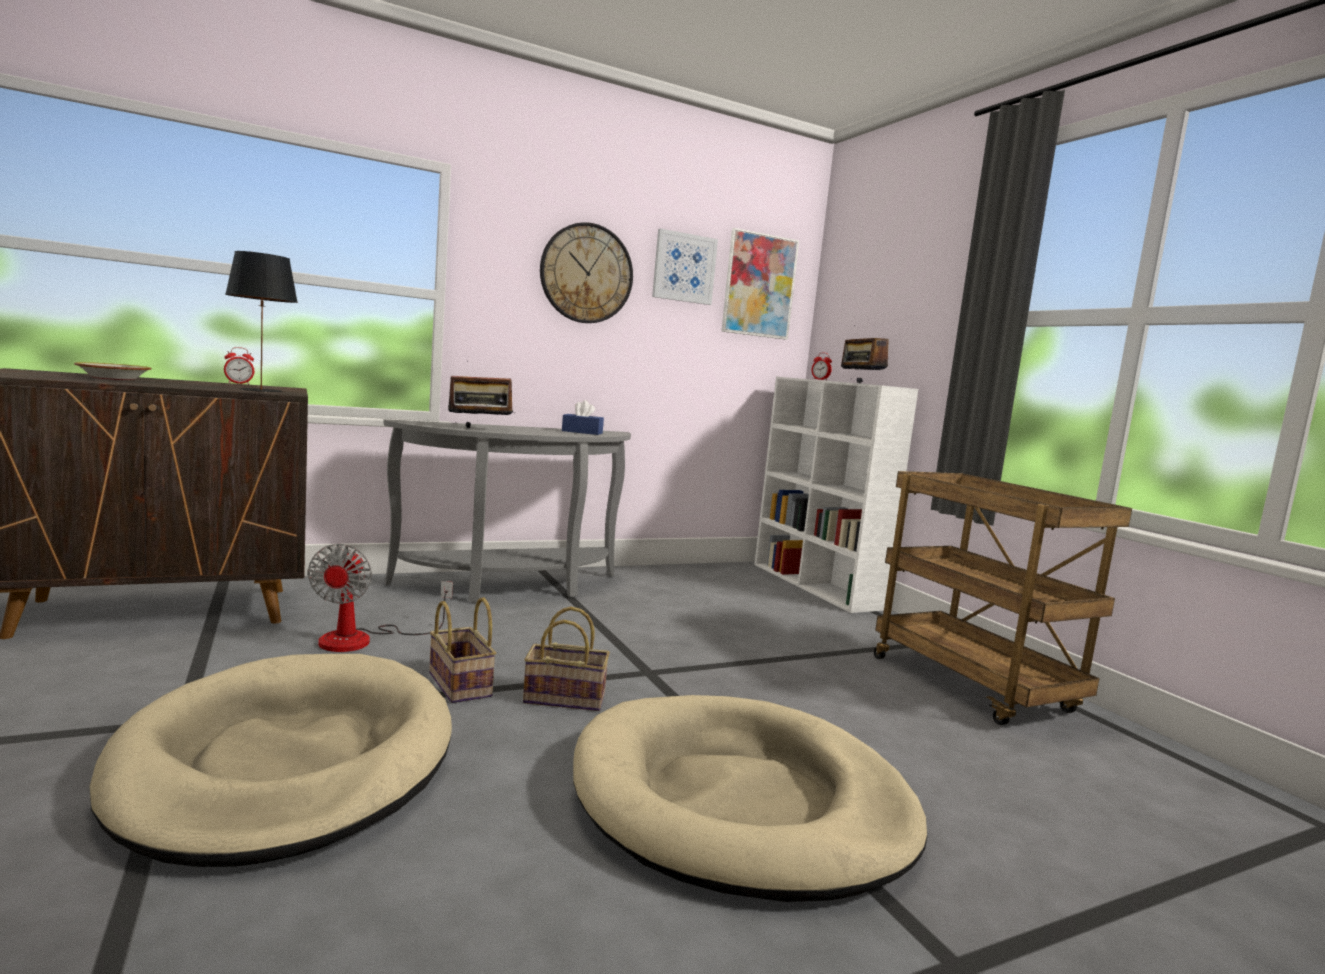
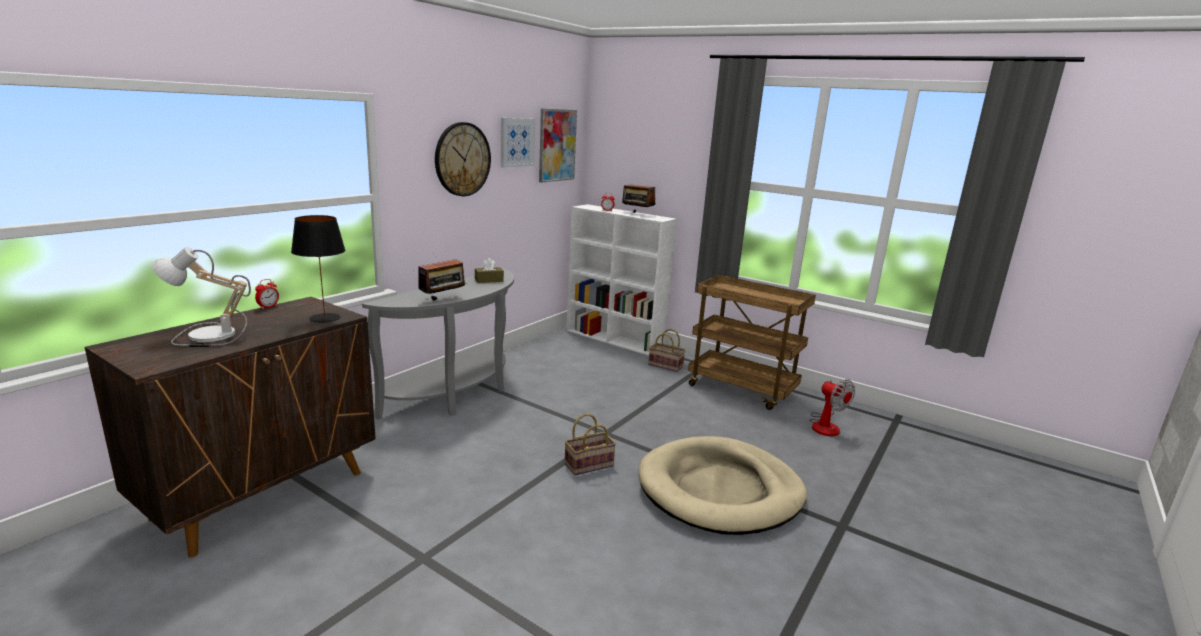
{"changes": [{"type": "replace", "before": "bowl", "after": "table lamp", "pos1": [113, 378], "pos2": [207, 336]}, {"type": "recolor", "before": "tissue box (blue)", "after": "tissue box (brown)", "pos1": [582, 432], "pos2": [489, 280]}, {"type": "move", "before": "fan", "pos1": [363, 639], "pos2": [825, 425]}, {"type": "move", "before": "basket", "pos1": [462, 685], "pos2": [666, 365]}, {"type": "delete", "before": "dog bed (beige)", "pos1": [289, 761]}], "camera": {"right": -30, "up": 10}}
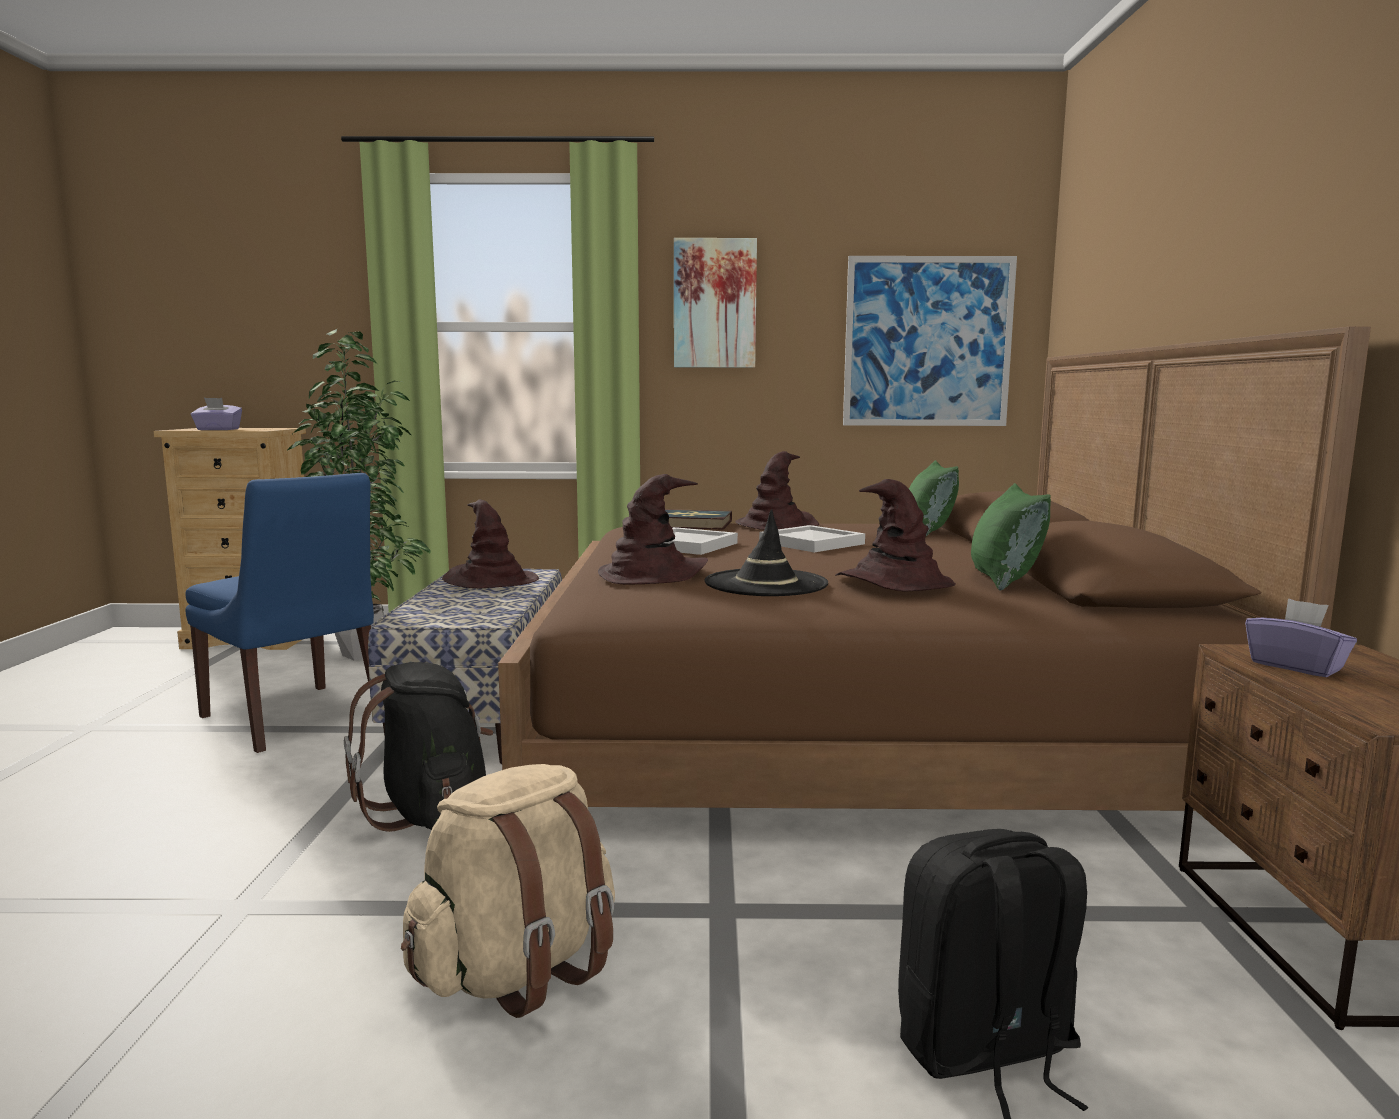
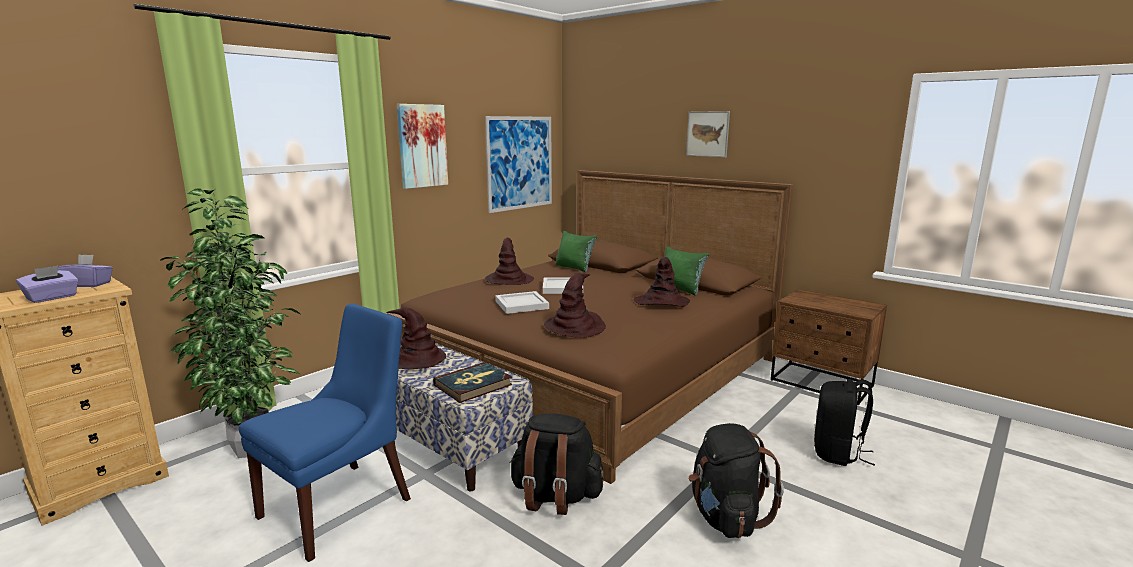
{"changes": [{"type": "rotate", "before": "chair (blue)", "pos1": [296, 719], "pos2": [340, 505], "turn": -45}, {"type": "move", "before": "book", "pos1": [692, 524], "pos2": [473, 385]}, {"type": "delete", "before": "hat (black)", "pos1": [766, 583]}, {"type": "move", "before": "tissue box (purple)", "pos1": [1296, 666], "pos2": [89, 284]}, {"type": "recolor", "before": "backpack (beige)", "after": "backpack (black)", "pos1": [518, 969], "pos2": [726, 517]}, {"type": "insert", "after": "picture", "pos2": [707, 134]}], "camera": {"right": -50, "up": 5}}
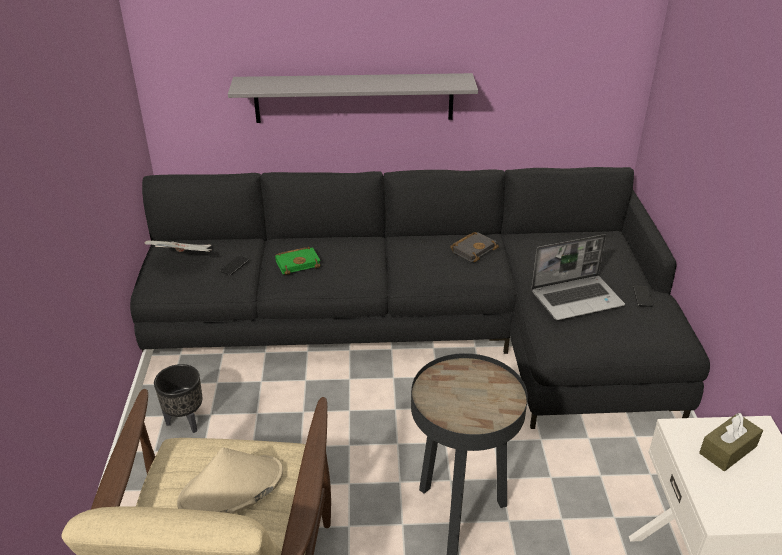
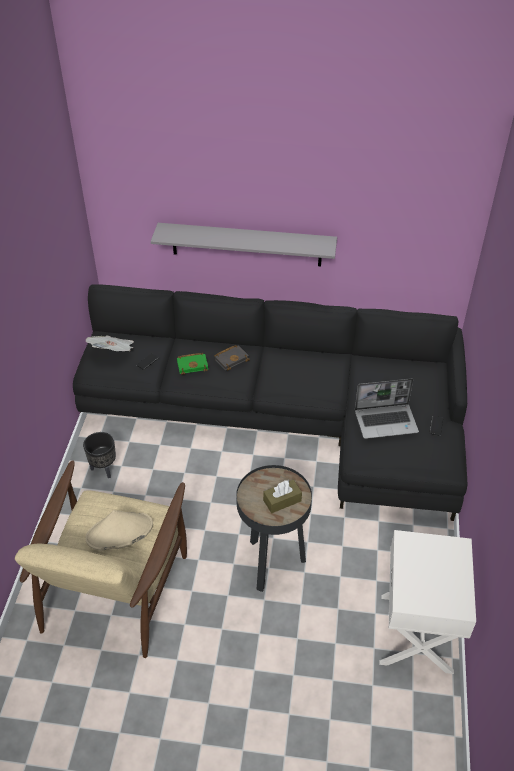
{"changes": [{"type": "move", "before": "book (black)", "pos1": [473, 249], "pos2": [231, 358]}, {"type": "move", "before": "tissue box (brown)", "pos1": [728, 450], "pos2": [282, 500]}], "camera": {"right": 10, "up": 10}}
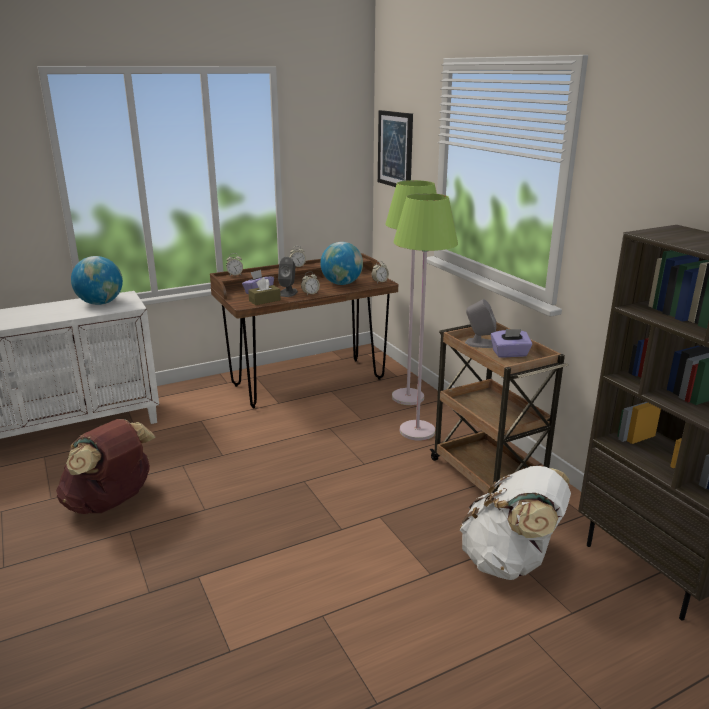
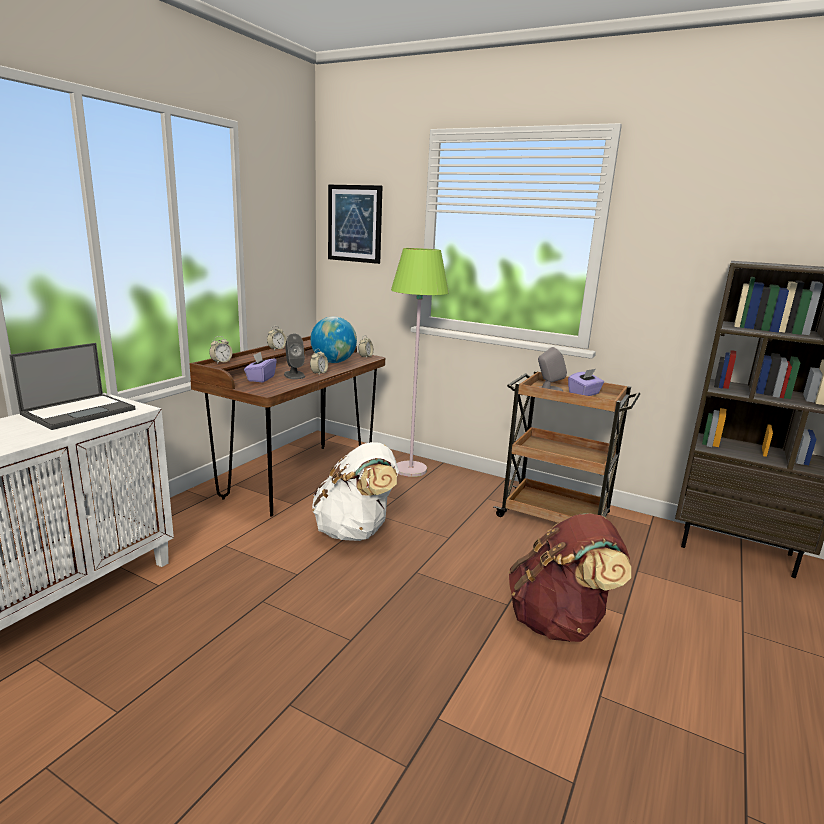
{"changes": [{"type": "delete", "before": "floor lamp (green)", "pos1": [417, 431]}, {"type": "replace", "before": "globe", "after": "laptop", "pos1": [100, 303], "pos2": [80, 411]}, {"type": "delete", "before": "tissue box (brown)", "pos1": [264, 300]}, {"type": "move", "before": "backpack (brown)", "pos1": [111, 503], "pos2": [559, 622]}, {"type": "move", "before": "backpack (white)", "pos1": [510, 561], "pos2": [355, 531]}], "camera": {"right": -35, "up": -5}}
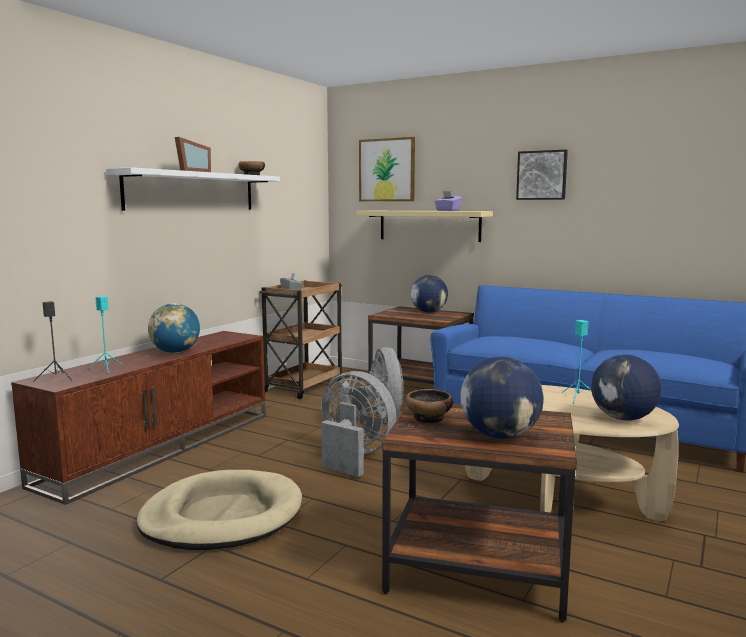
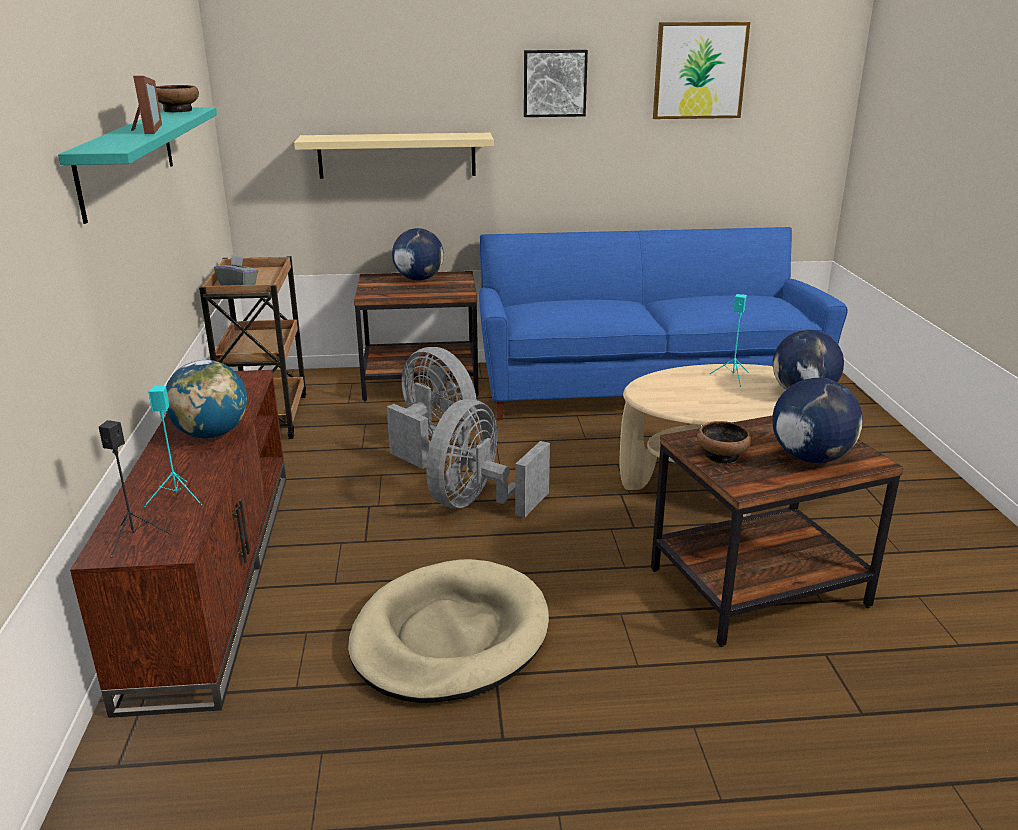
{"changes": [{"type": "move", "before": "picture", "pos1": [387, 170], "pos2": [699, 71]}, {"type": "recolor", "before": "shelf (white)", "after": "shelf (turquoise)", "pos1": [192, 191], "pos2": [128, 159]}, {"type": "delete", "before": "tissue box (purple)", "pos1": [447, 210]}, {"type": "rotate", "before": "fan (grey)", "pos1": [354, 456], "pos2": [479, 503], "turn": -60}], "camera": {"right": -35, "up": 15}}
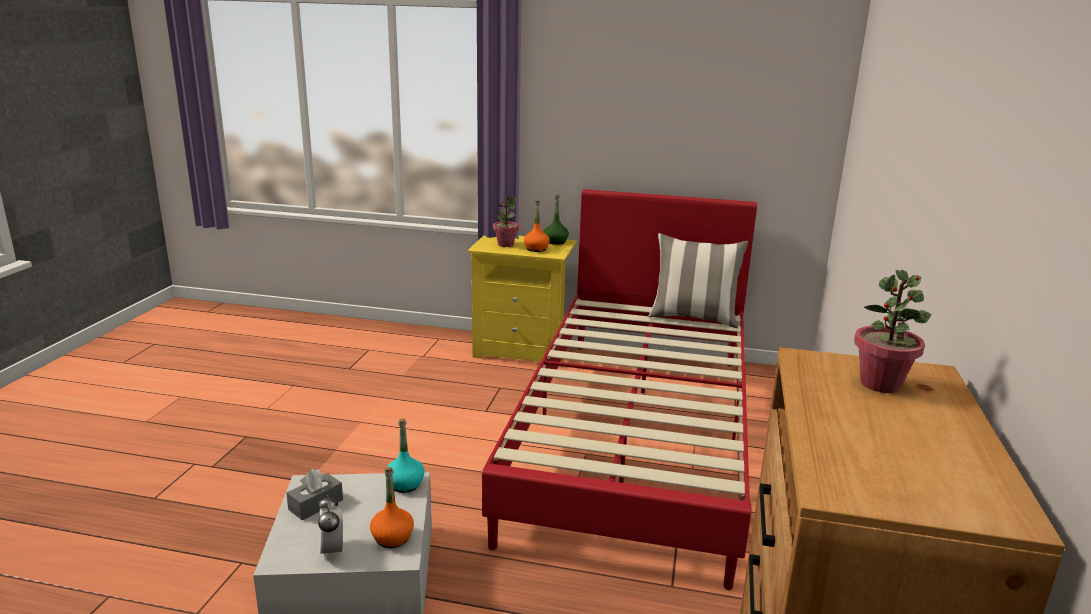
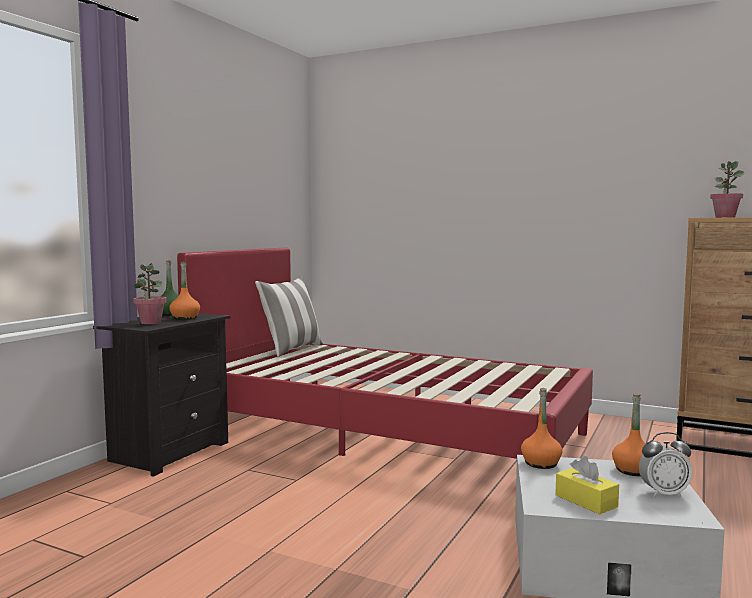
{"changes": [{"type": "recolor", "before": "nightstand (yellow)", "after": "nightstand (black)", "pos1": [522, 350], "pos2": [167, 452]}, {"type": "recolor", "before": "bottle (turquoise)", "after": "bottle (orange)", "pos1": [405, 484], "pos2": [541, 463]}, {"type": "recolor", "before": "tissue box (grey)", "after": "tissue box (yellow)", "pos1": [316, 505], "pos2": [586, 501]}], "camera": {"right": -75, "up": -15}}
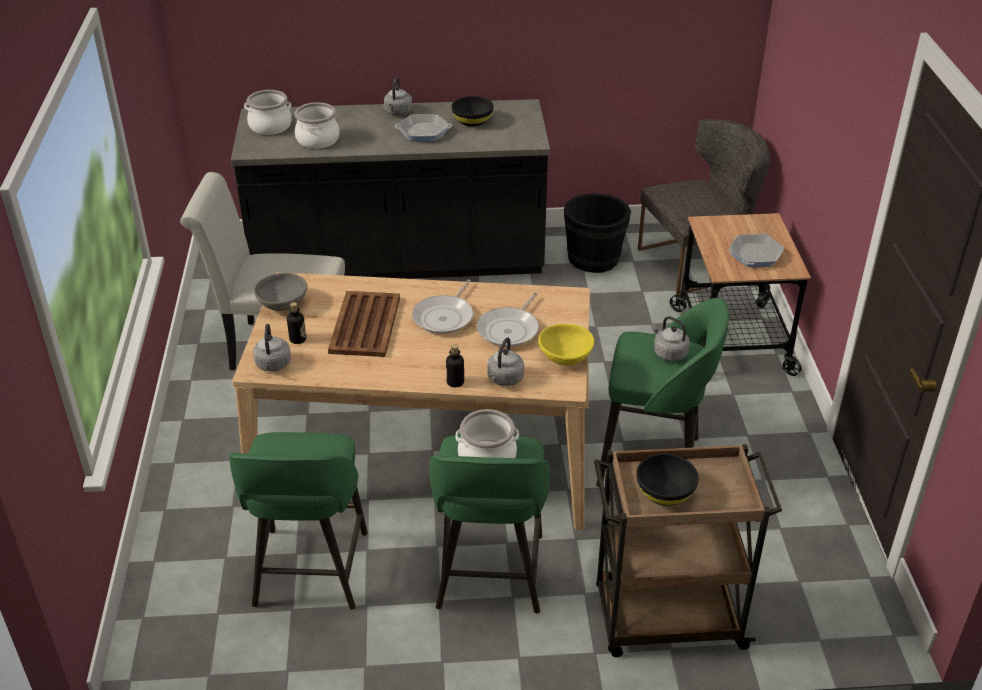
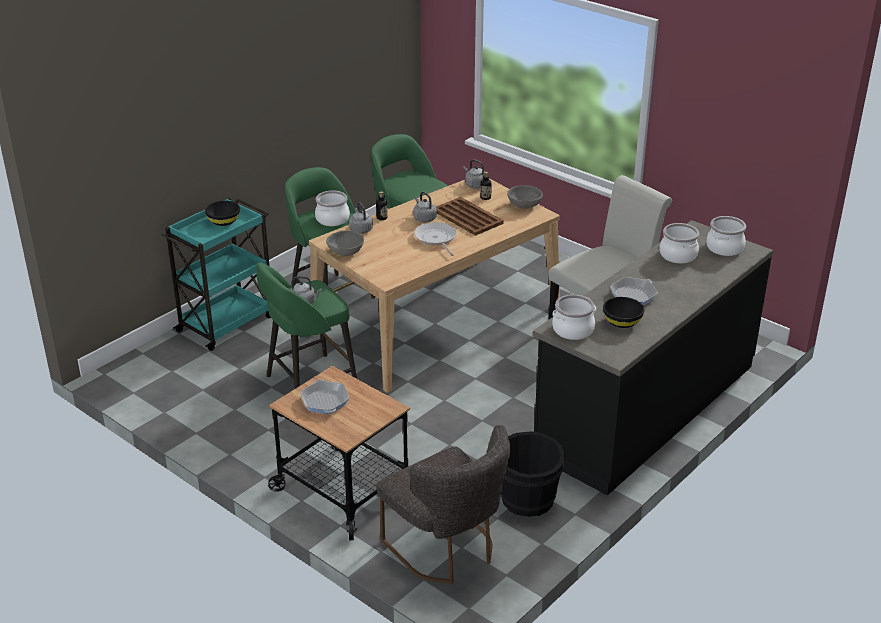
{"changes": [{"type": "move", "before": "kettle (grey)", "pos1": [398, 112], "pos2": [424, 218]}, {"type": "rotate", "before": "chair (grey)", "pos1": [697, 262], "pos2": [447, 550], "turn": -60}, {"type": "delete", "before": "frying pan", "pos1": [510, 329]}, {"type": "recolor", "before": "bowl (yellow)", "after": "bowl (grey)", "pos1": [565, 357], "pos2": [345, 252]}, {"type": "recolor", "before": "cart (brown)", "after": "cart (turquoise)", "pos1": [666, 619], "pos2": [227, 323]}, {"type": "insert", "after": "cooking pot", "pos2": [572, 329]}], "camera": {"right": 135, "up": -5}}
